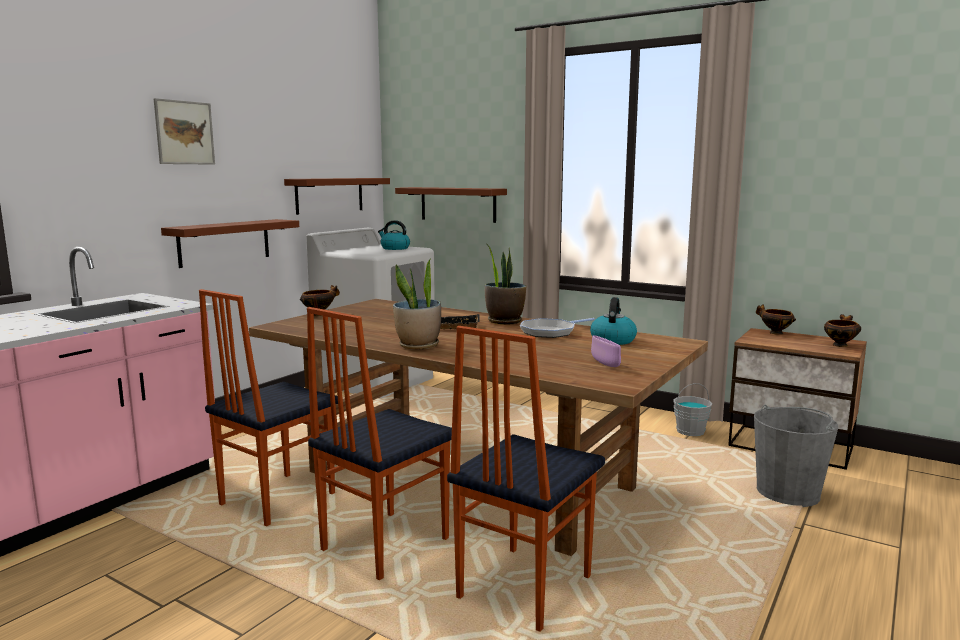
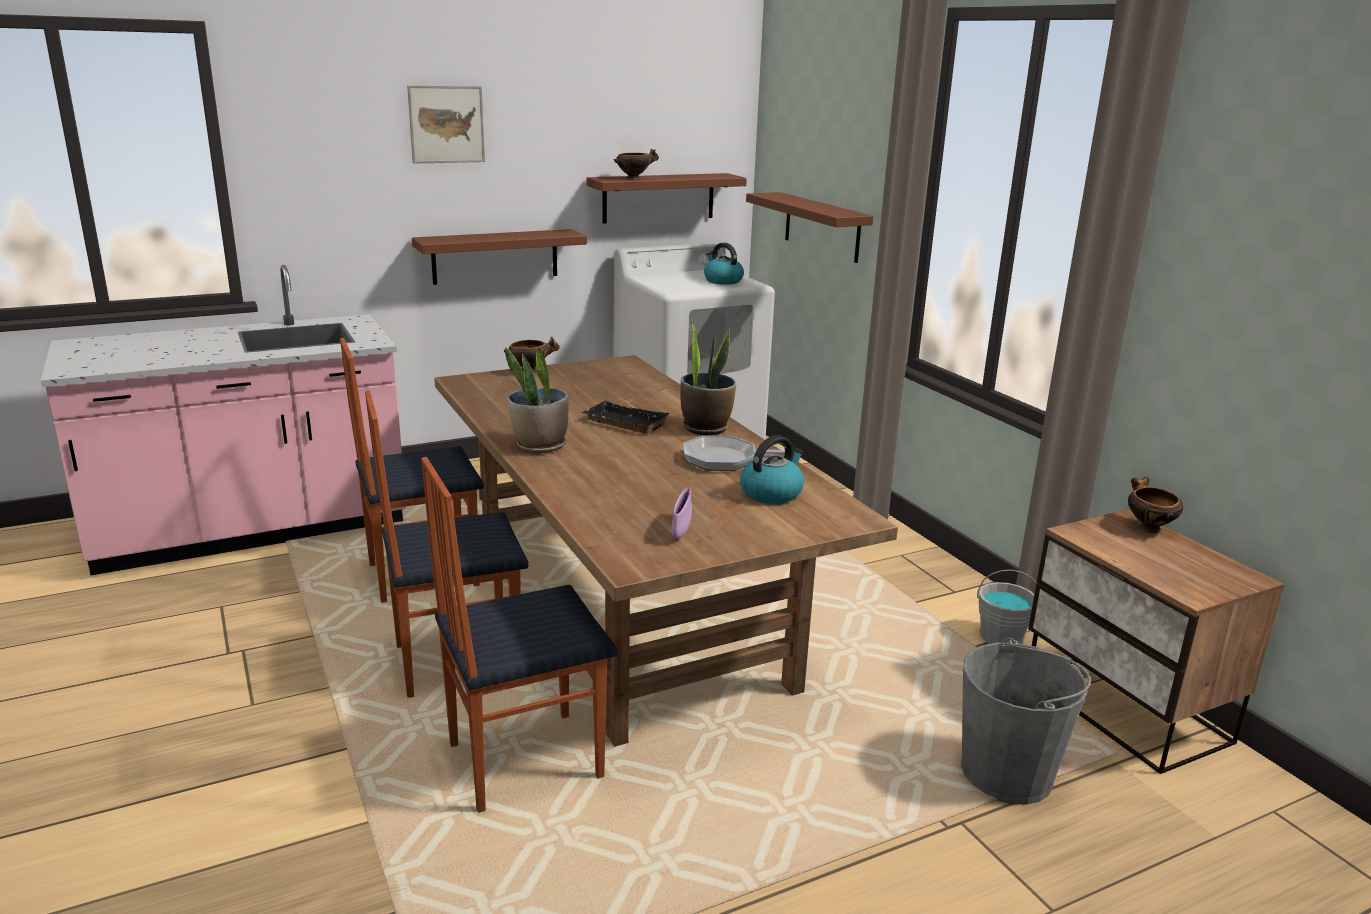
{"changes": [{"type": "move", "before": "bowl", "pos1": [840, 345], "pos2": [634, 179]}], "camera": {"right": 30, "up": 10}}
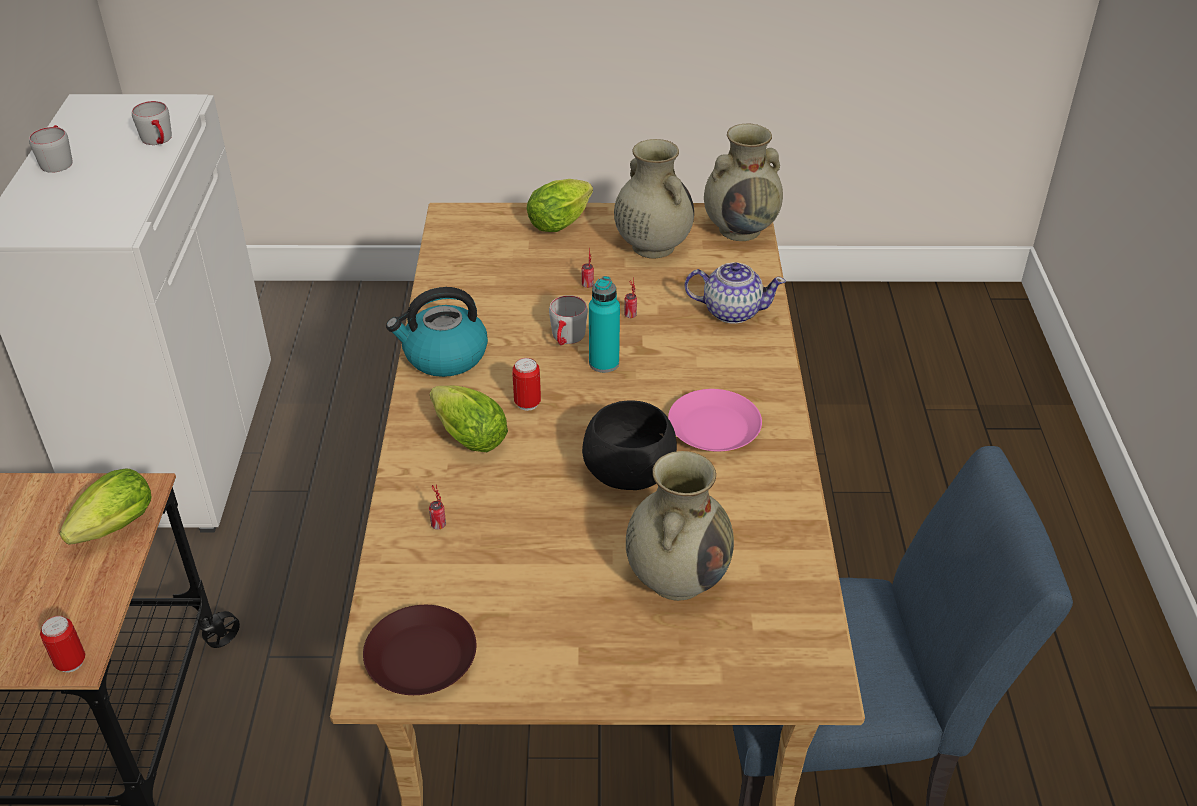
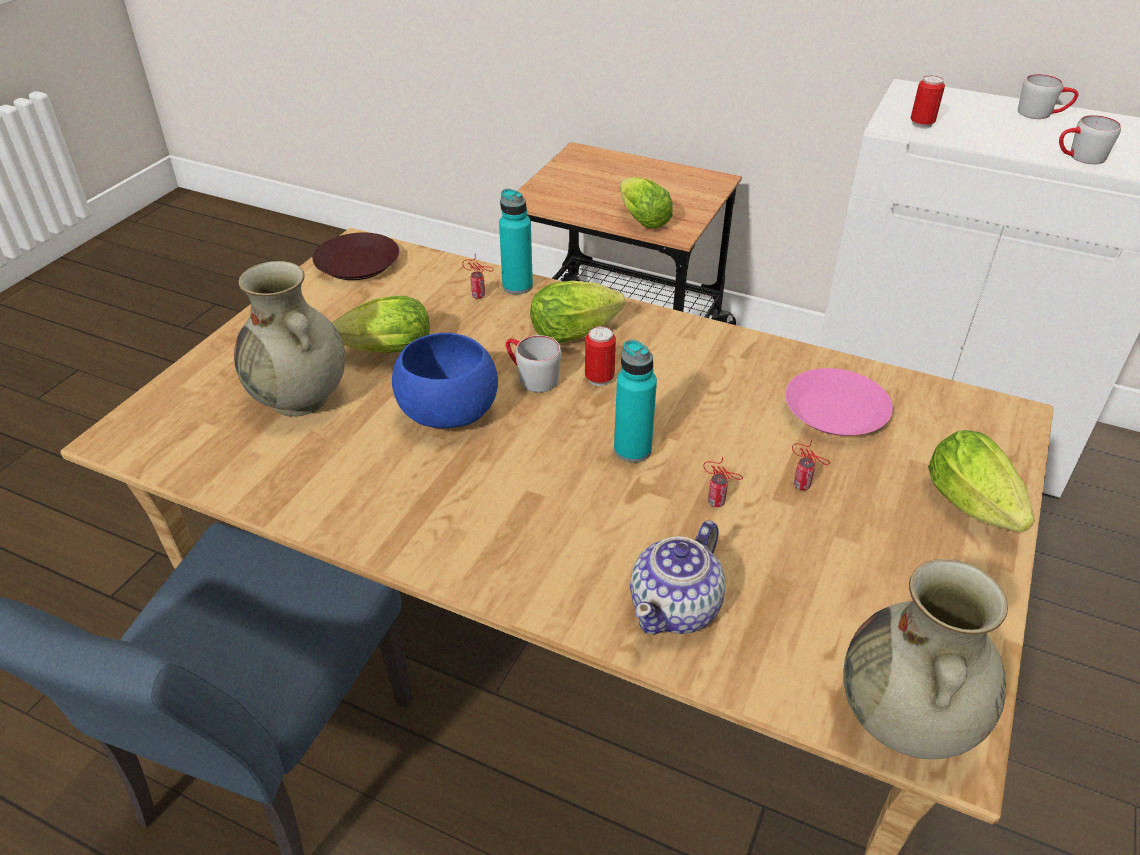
{"changes": [{"type": "delete", "before": "vase (beige)", "pos1": [652, 246]}, {"type": "delete", "before": "kettle", "pos1": [444, 356]}, {"type": "move", "before": "mug (grey)", "pos1": [566, 339], "pos2": [531, 377]}, {"type": "move", "before": "plate (pink)", "pos1": [713, 428], "pos2": [836, 410]}, {"type": "recolor", "before": "bowl (black)", "after": "bowl (blue)", "pos1": [628, 472], "pos2": [451, 413]}, {"type": "move", "before": "can", "pos1": [71, 662], "pos2": [921, 124]}, {"type": "insert", "after": "bottle (turquoise)", "pos2": [517, 286]}, {"type": "insert", "after": "lettuce", "pos2": [382, 352]}], "camera": {"right": 115, "up": 0}}
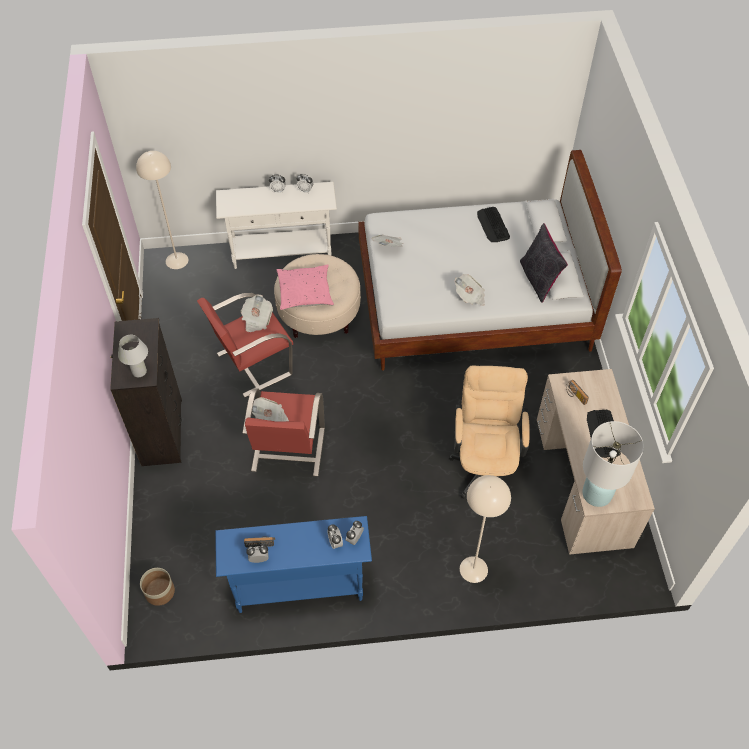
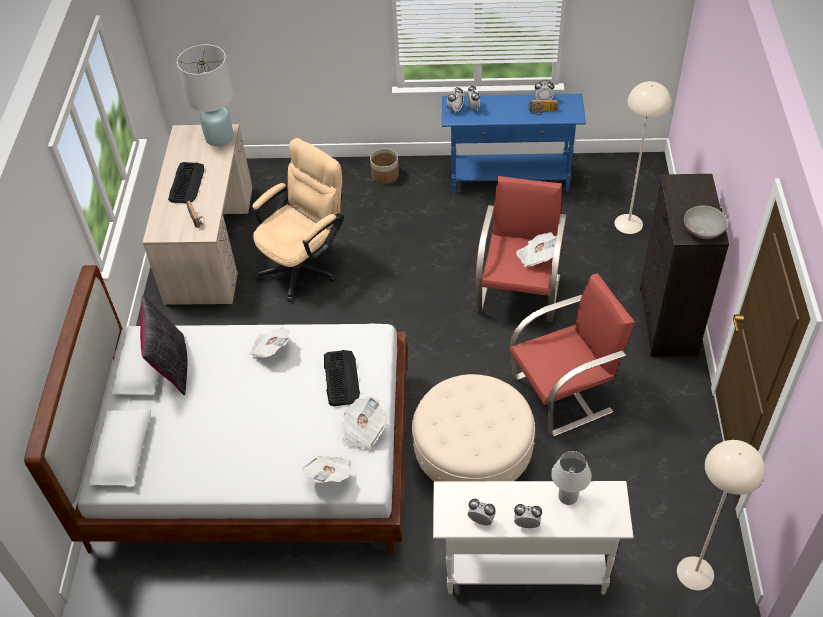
{"changes": [{"type": "move", "before": "keyboard", "pos1": [493, 225], "pos2": [341, 378]}, {"type": "delete", "before": "pillow (pink)", "pos1": [305, 292]}, {"type": "move", "before": "newspaper", "pos1": [256, 320], "pos2": [330, 475]}, {"type": "move", "before": "table lamp (white)", "pos1": [139, 372], "pos2": [568, 497]}, {"type": "rotate", "before": "office chair (beige)", "pos1": [485, 463], "pos2": [305, 265], "turn": -150}, {"type": "move", "before": "floor lamp (beige)", "pos1": [473, 569], "pos2": [628, 224]}, {"type": "move", "before": "planter", "pos1": [159, 592], "pos2": [385, 175]}, {"type": "insert", "after": "bowl (grey)", "pos2": [703, 230]}], "camera": {"right": -170, "up": -5}}
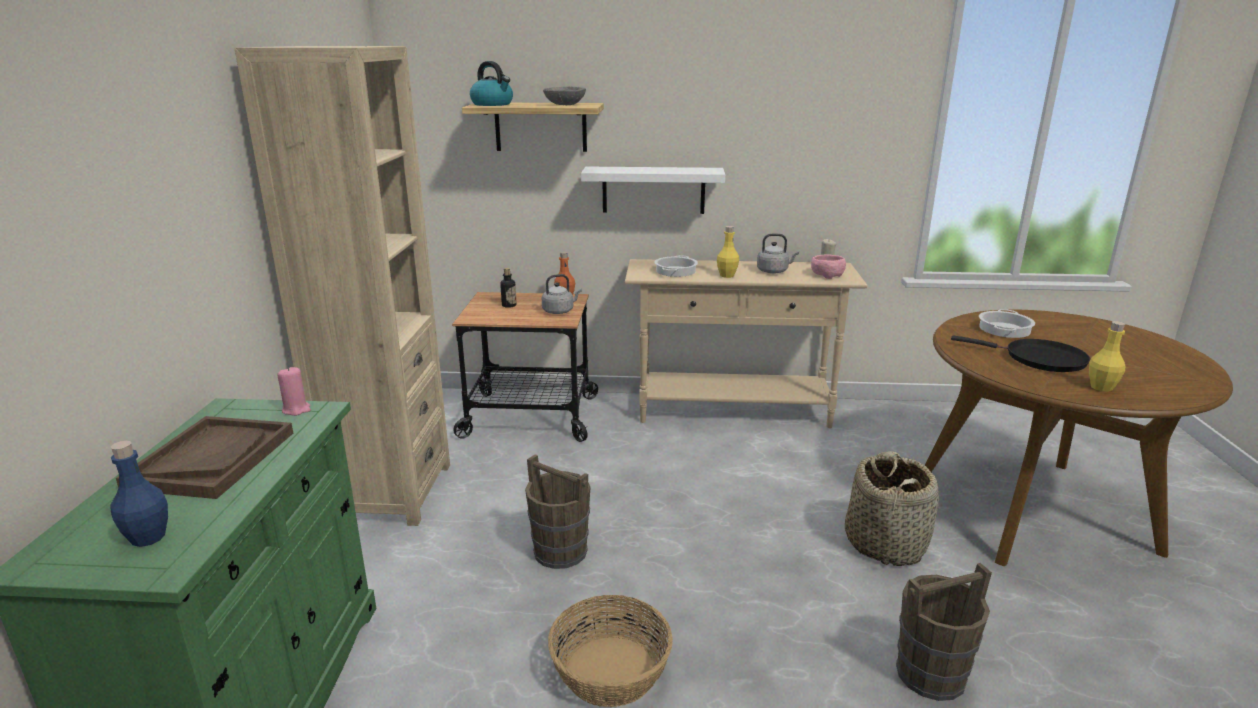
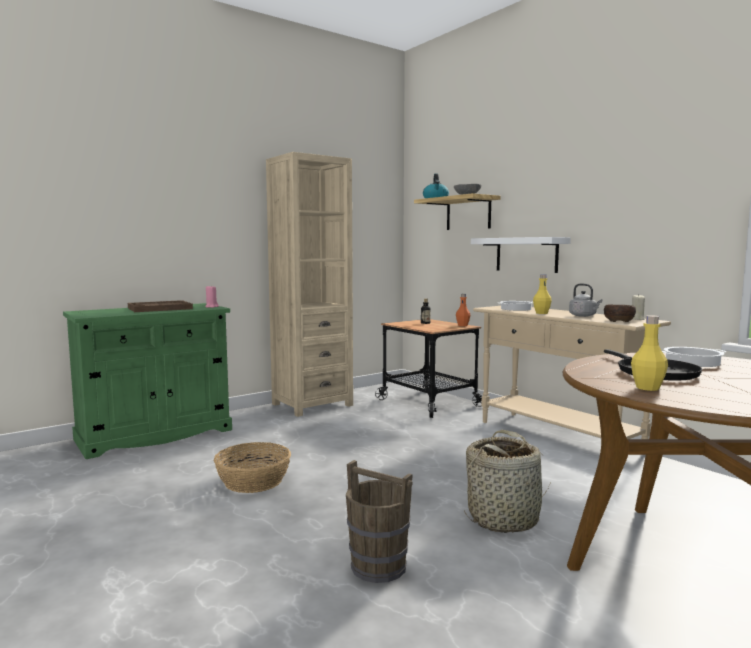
{"changes": [{"type": "recolor", "before": "bowl (pink)", "after": "bowl (brown)", "pos1": [826, 275], "pos2": [618, 321]}, {"type": "delete", "before": "kettle (grey)", "pos1": [559, 311]}, {"type": "delete", "before": "bottle (blue)", "pos1": [148, 537]}, {"type": "delete", "before": "bucket (brown)", "pos1": [561, 552]}], "camera": {"right": 50, "up": -15}}
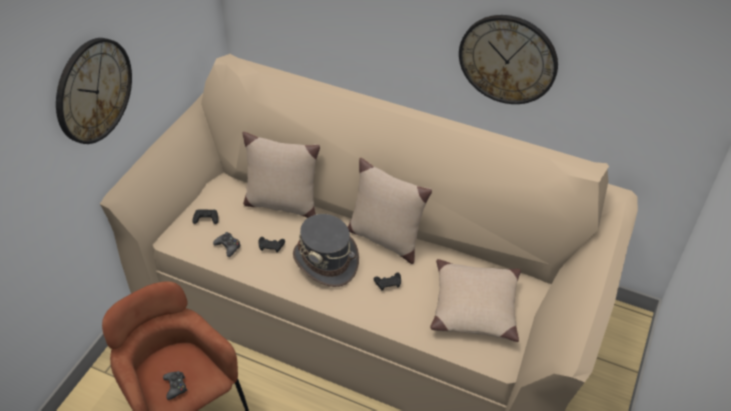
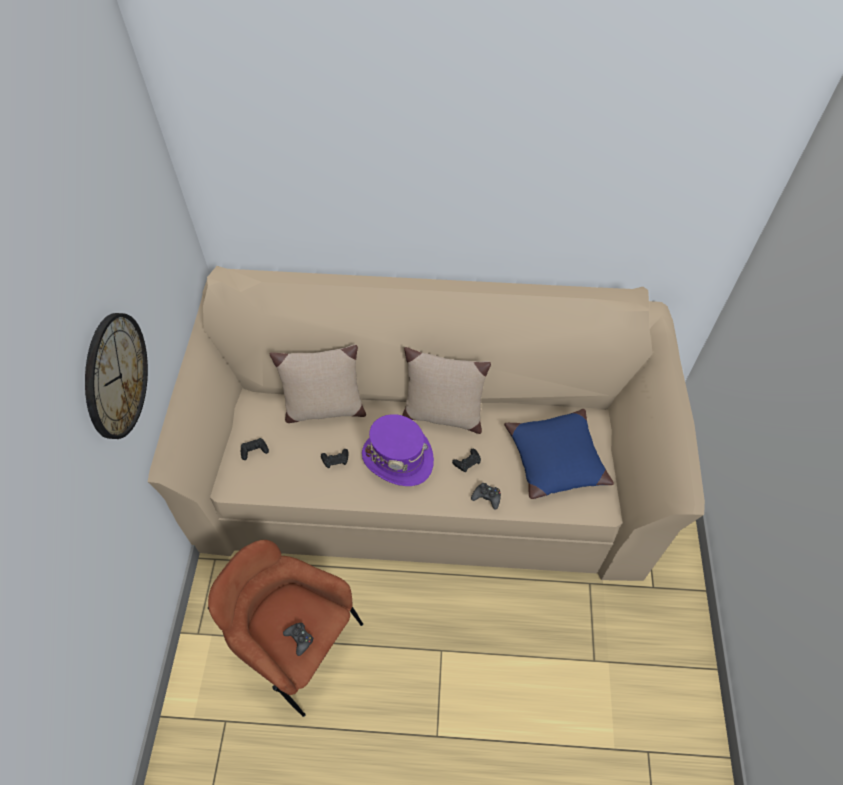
{"changes": [{"type": "delete", "before": "wall clock", "pos1": [508, 59]}, {"type": "recolor", "before": "hat (grey)", "after": "hat (purple)", "pos1": [326, 260], "pos2": [398, 458]}, {"type": "move", "before": "game controller (black)", "pos1": [228, 246], "pos2": [487, 497]}, {"type": "recolor", "before": "pillow (beige)", "after": "pillow (blue)", "pos1": [474, 307], "pos2": [555, 459]}], "camera": {"right": -20, "up": 10}}
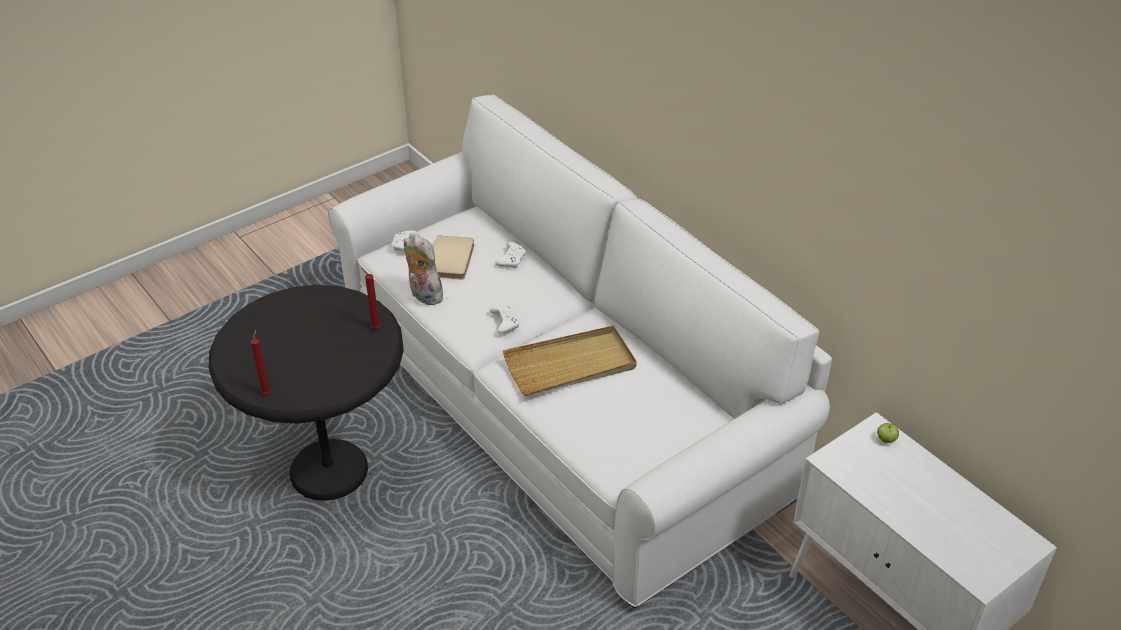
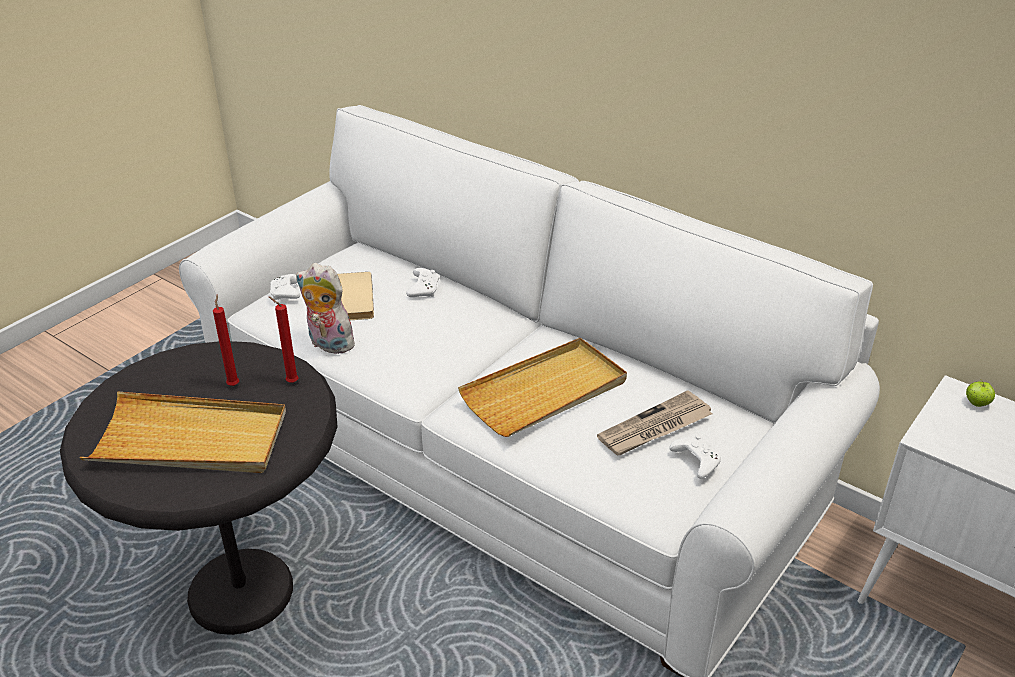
{"changes": [{"type": "move", "before": "game controller (white)", "pos1": [505, 322], "pos2": [695, 461]}, {"type": "move", "before": "candle (red)", "pos1": [267, 392], "pos2": [234, 384]}, {"type": "insert", "after": "newspaper", "pos2": [655, 428]}, {"type": "insert", "after": "tray (beige)", "pos2": [190, 440]}], "camera": {"right": -15, "up": -5}}
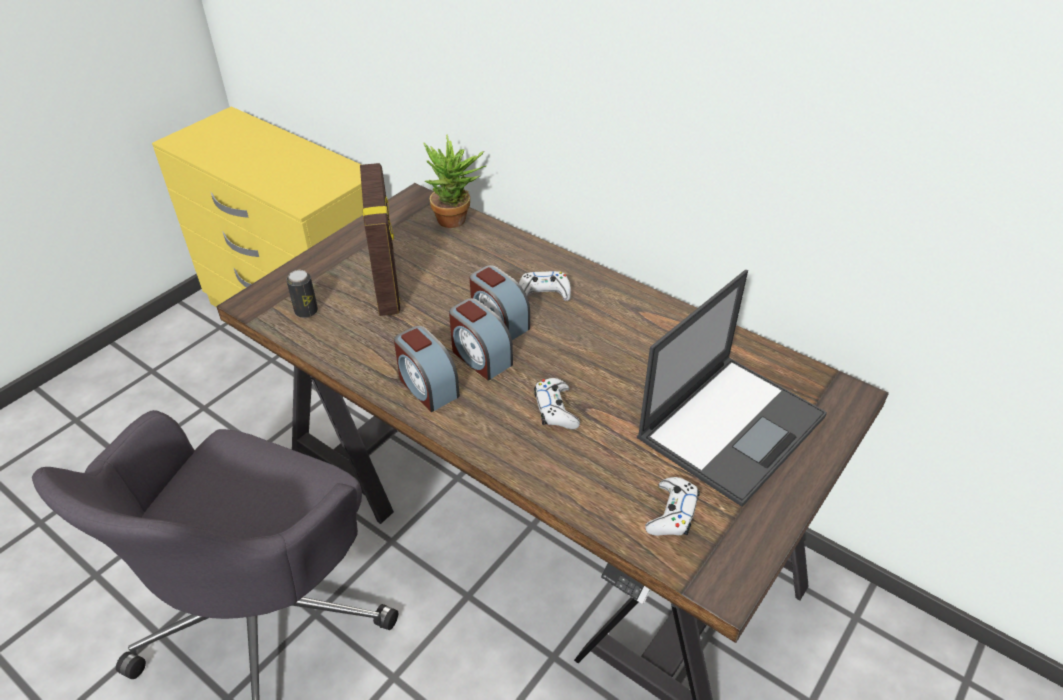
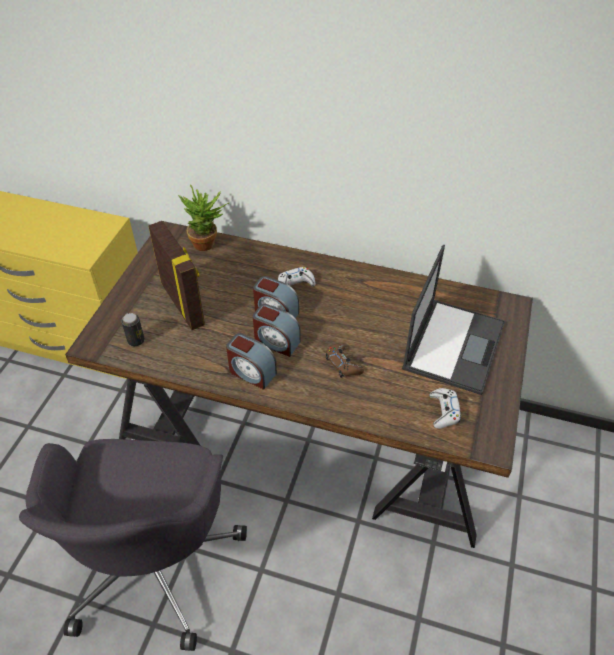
{"changes": [{"type": "recolor", "before": "game controller (white)", "after": "game controller (brown)", "pos1": [556, 409], "pos2": [343, 364]}], "camera": {"right": -20, "up": 5}}
